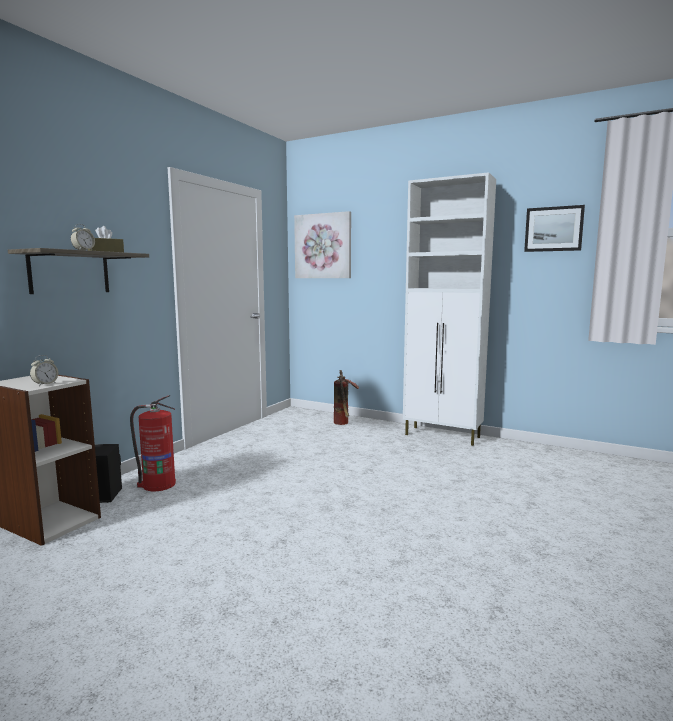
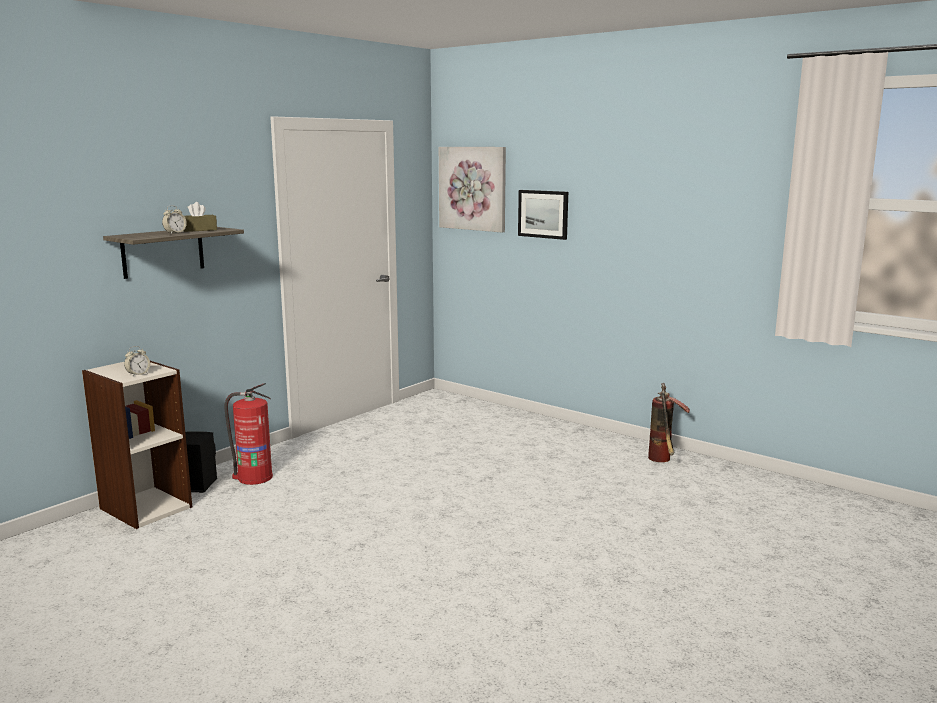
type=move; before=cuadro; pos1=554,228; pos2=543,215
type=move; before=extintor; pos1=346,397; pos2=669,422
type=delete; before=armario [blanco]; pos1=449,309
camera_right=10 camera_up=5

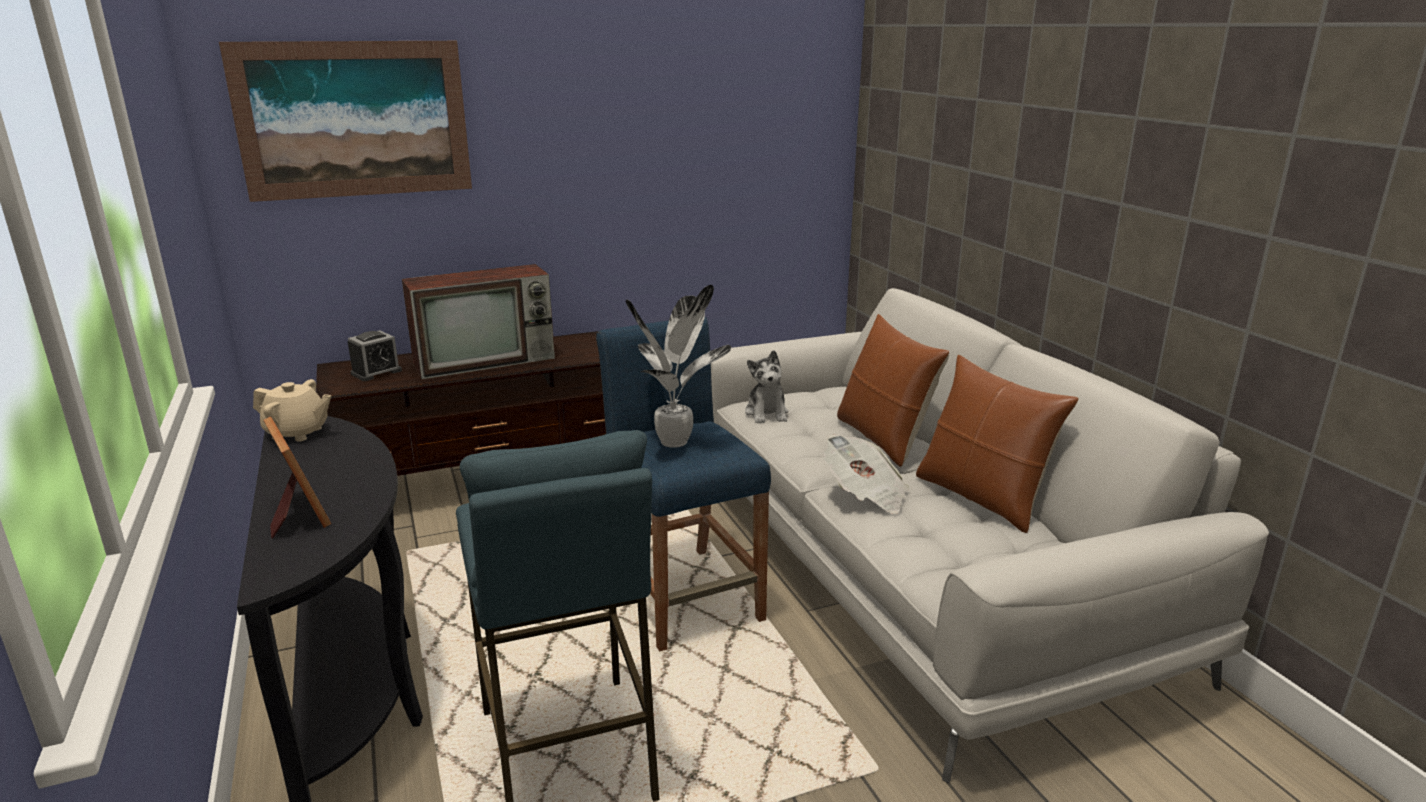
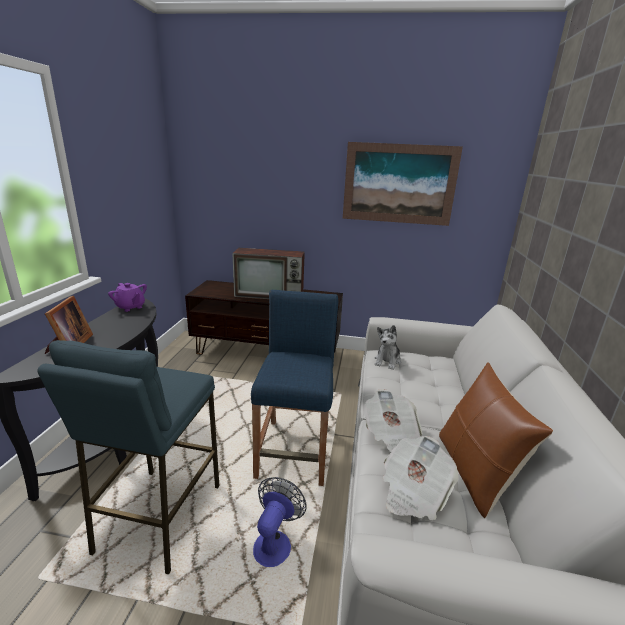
type=recolor; before=tetera [beis]; after=tetera [morado]; pos1=292,410; pos2=127,297
type=insert; after=ventilador; pos2=280,522
type=move; before=cuadro; pos1=345,121; pos2=403,184
type=insert; after=periódico; pos2=421,478
type=delete; before=despertador; pos1=375,355
type=delete; before=planta en maceta; pos1=678,366
type=delete; before=cojín [marrón]; pos1=893,390
camera_right=30 camera_up=0

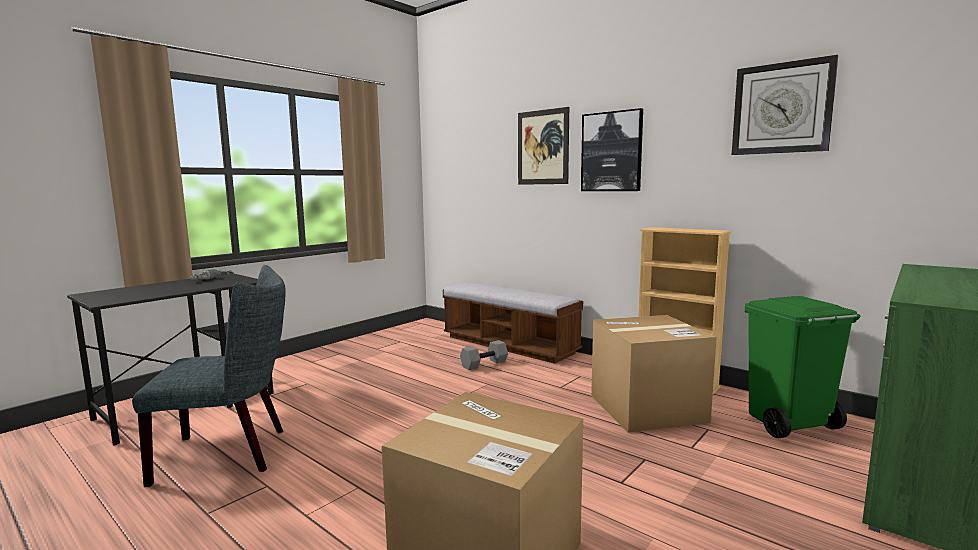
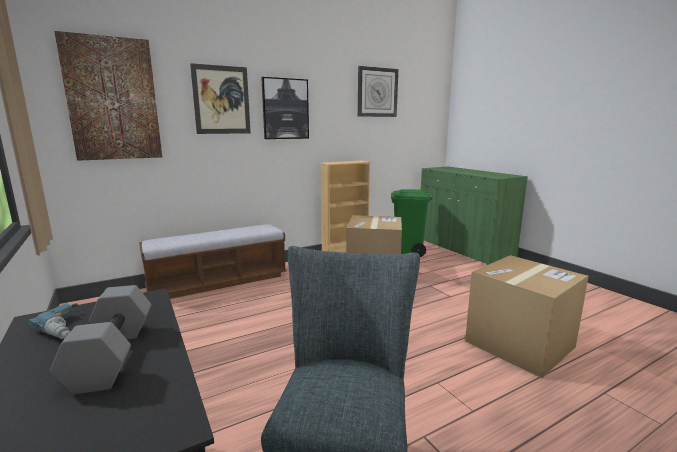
type=move; before=mancuerna [gris]; pos1=484,355; pos2=100,339
type=insert; after=cuadro; pos2=108,96
camera_right=-70 camera_up=5

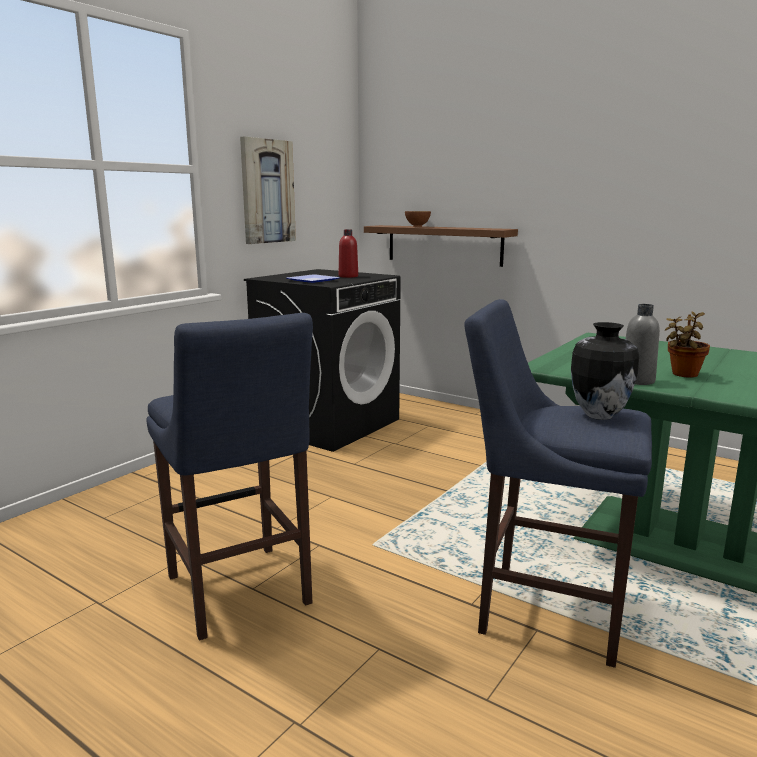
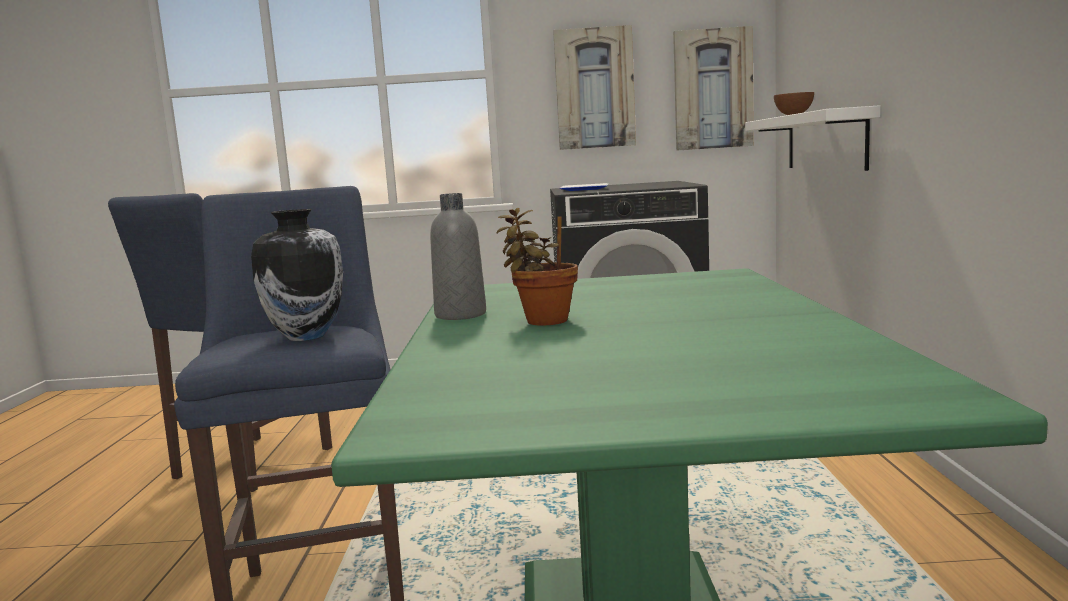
type=insert; after=cuadro; pos2=713,88
type=recolor; before=estante [marrón]; after=estante [blanco]; pos1=441,246; pos2=813,138
type=delete; before=botella [rojo]; pos1=348,253
camera_right=55 camera_up=-5

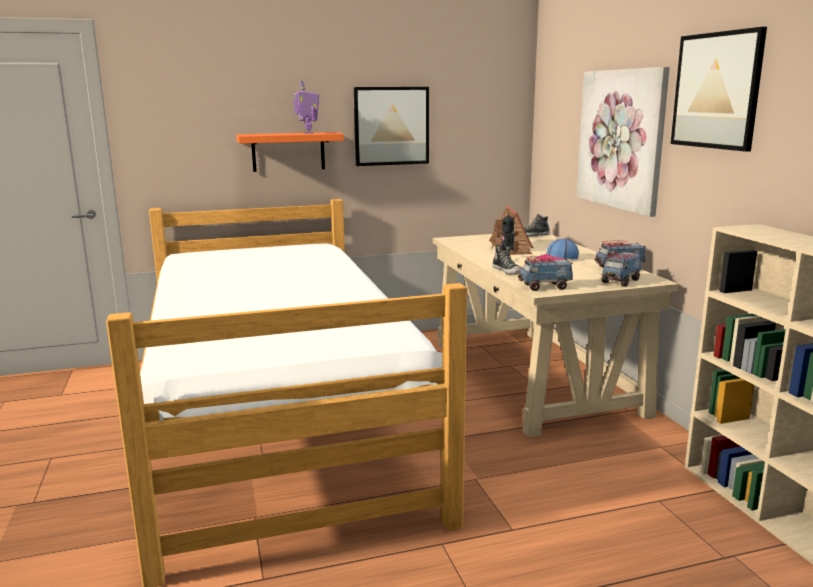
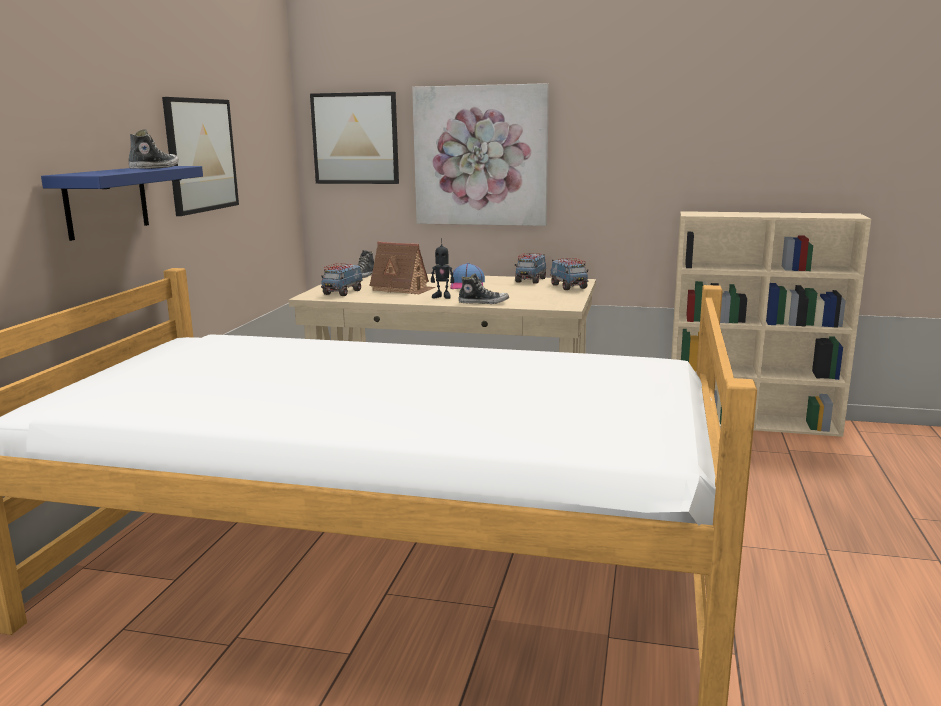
type=recolor; before=estante [naranja]; after=estante [azul]; pos1=290,152; pos2=122,203
type=replace; before=robot de juguete; after=zapato; pos1=306,107; pos2=153,149
type=move; before=cuadro; pos1=719,89; pos2=354,138
type=move; before=camión de juguete; pos1=545,273; pos2=342,279
camera_right=-60 camera_up=0

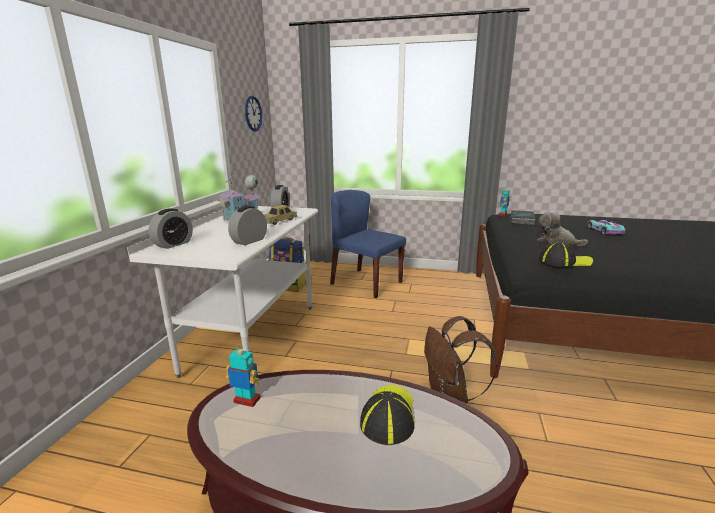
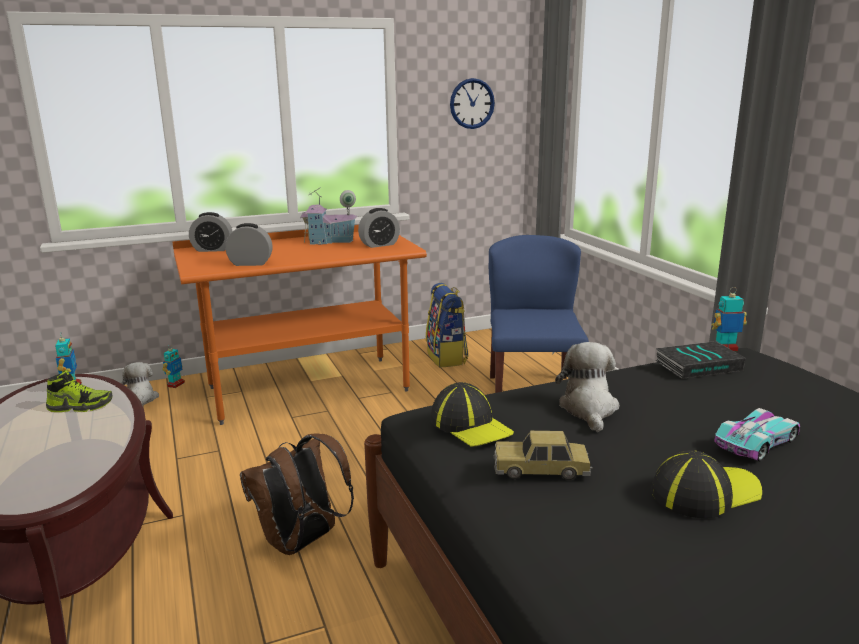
type=insert; after=zapato; pos2=79,391
type=insert; after=peluche; pos2=140,384
type=insert; after=robot de juguete; pos2=173,366
type=recolor; before=escritorio [blanco]; after=escritorio [naranja]; pos1=222,292; pos2=299,325
type=move; before=coche de juguete; pos1=280,215; pos2=543,455
type=move; before=gorra; pos1=387,415; pos2=706,484
camera_right=55 camera_up=0

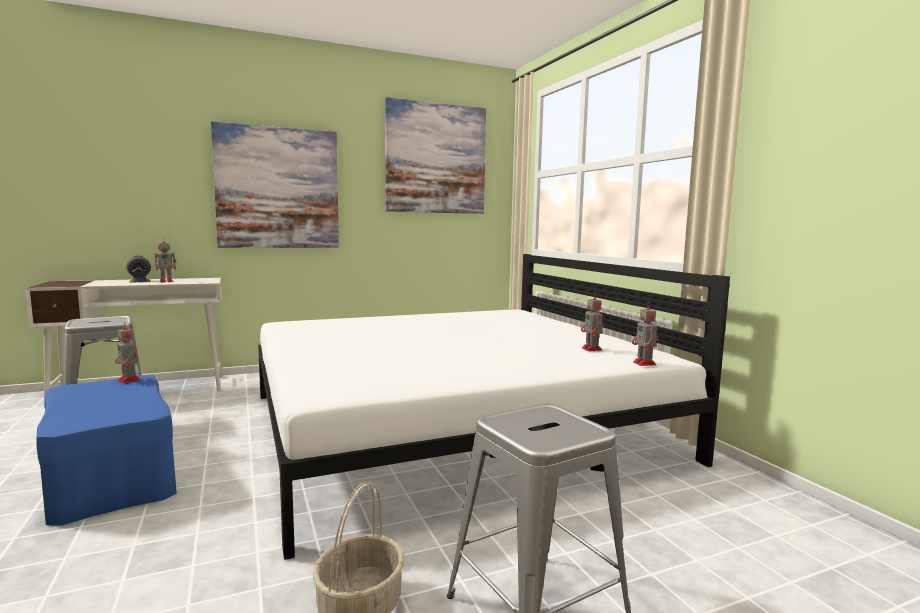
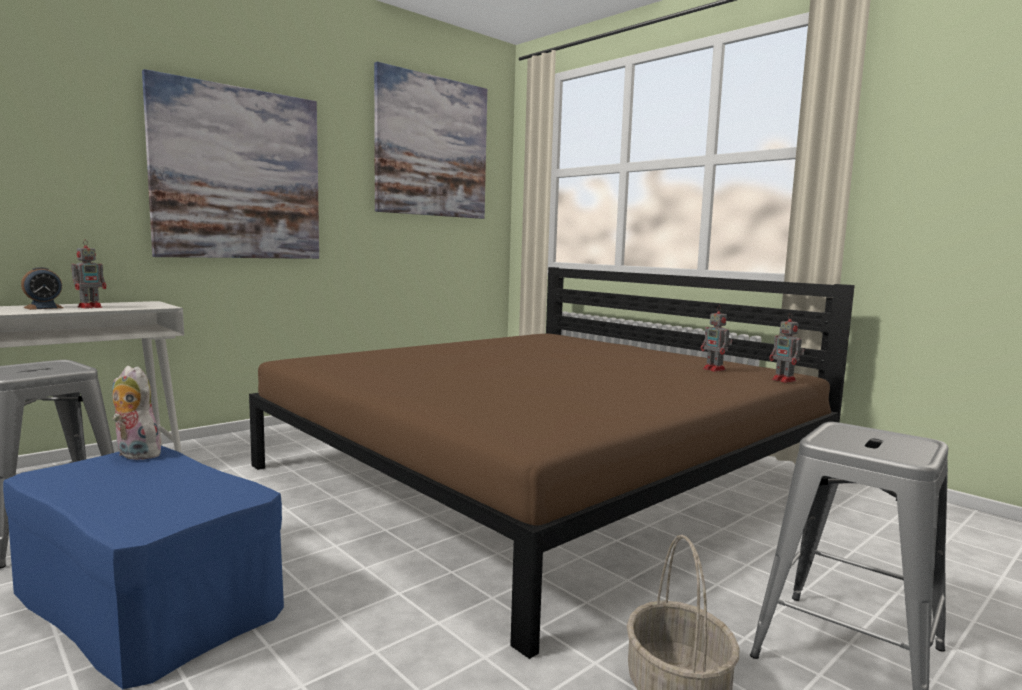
type=replace; before=robot de juguete; after=peluche; pos1=127,352; pos2=136,413
type=recolor; before=cama [blanco]; after=cama [marrón]; pos1=494,407; pos2=552,463
camera_right=-20 camera_up=0

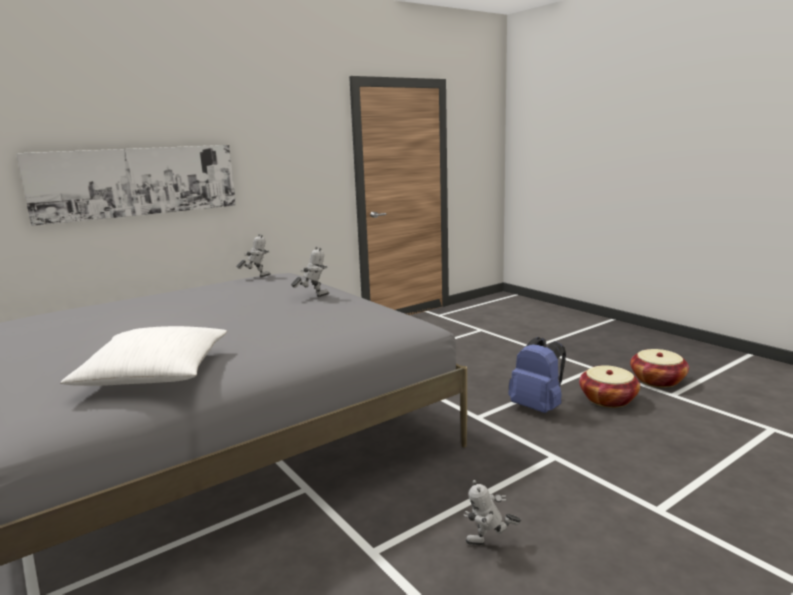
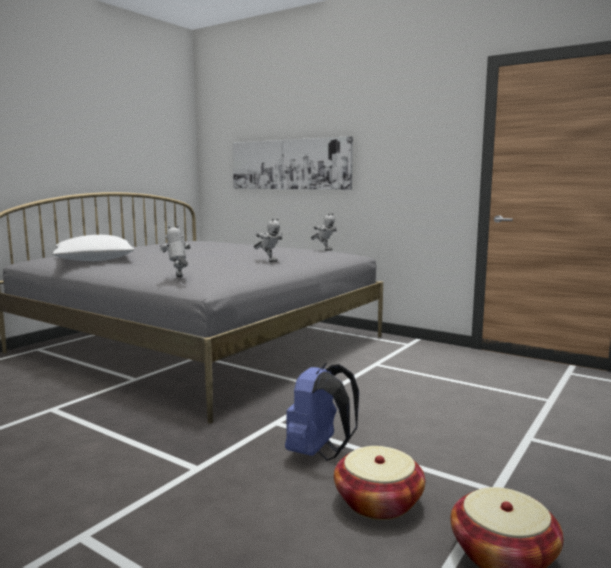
type=move; before=robot de juguete; pos1=492,512; pos2=175,251
camera_right=70 camera_up=-5

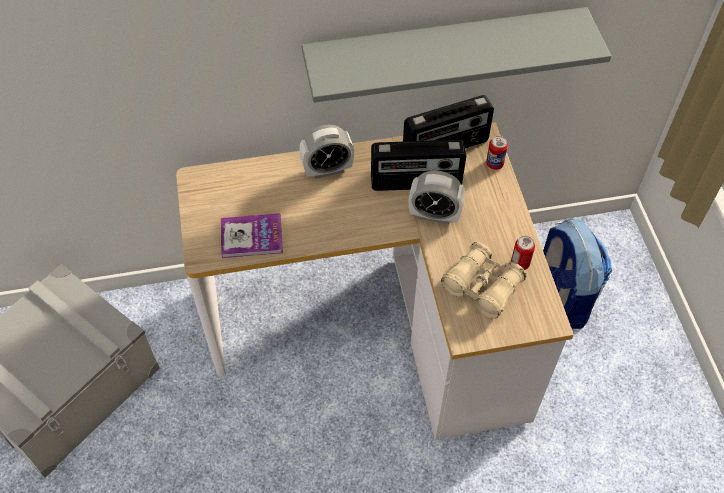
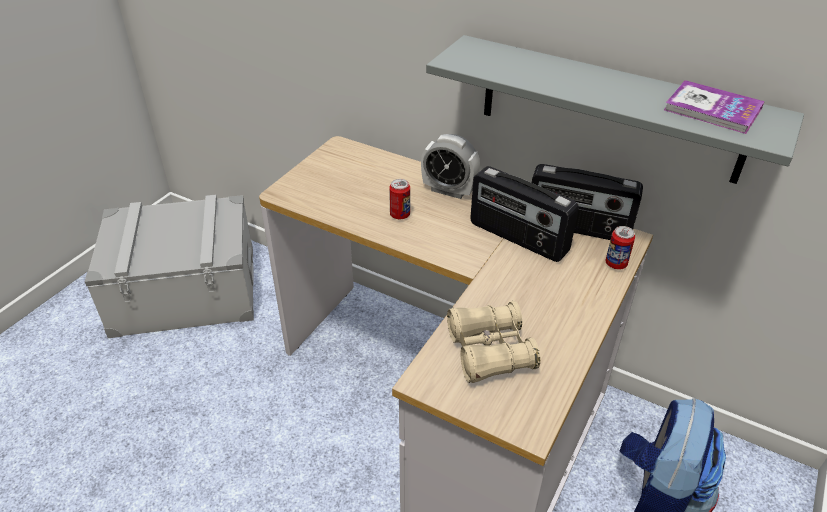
type=move; before=lata; pos1=523,253; pos2=399,199
type=move; before=libro; pos1=252,235; pos2=714,107
type=delete; before=despertador; pos1=436,197
camera_right=40 camera_up=-15

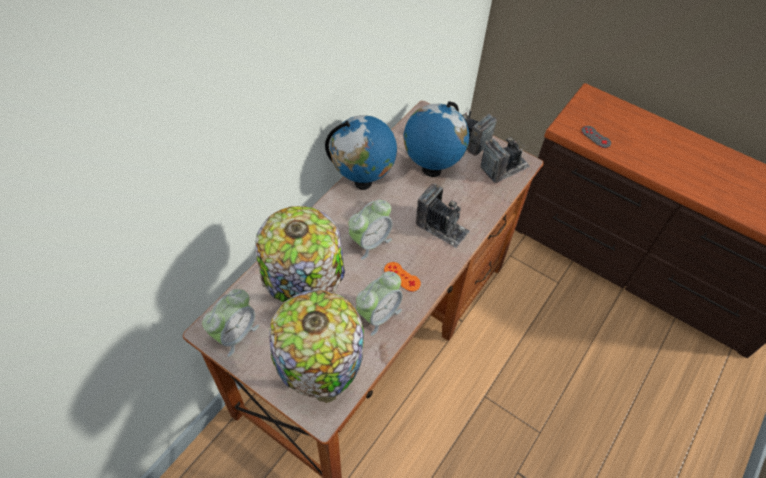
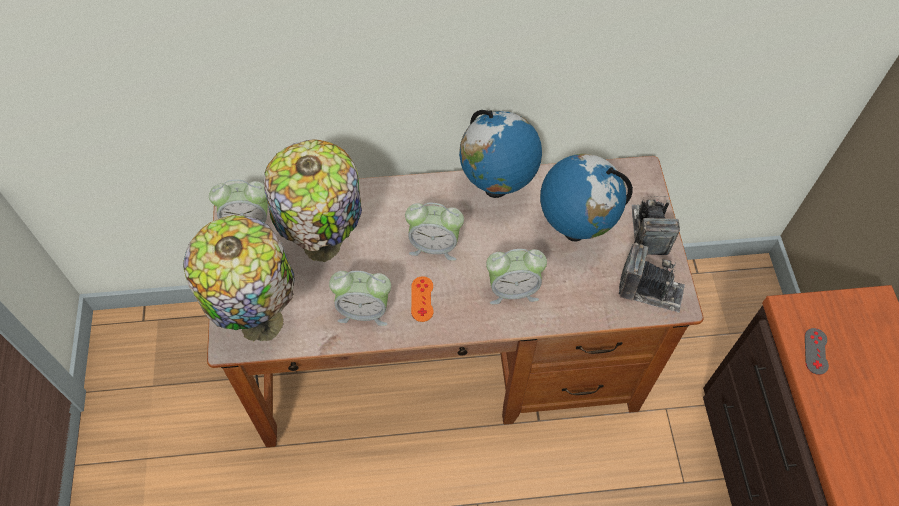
type=replace; before=cámara; after=despertador; pos1=443,215; pos2=516,276
camera_right=50 camera_up=5

